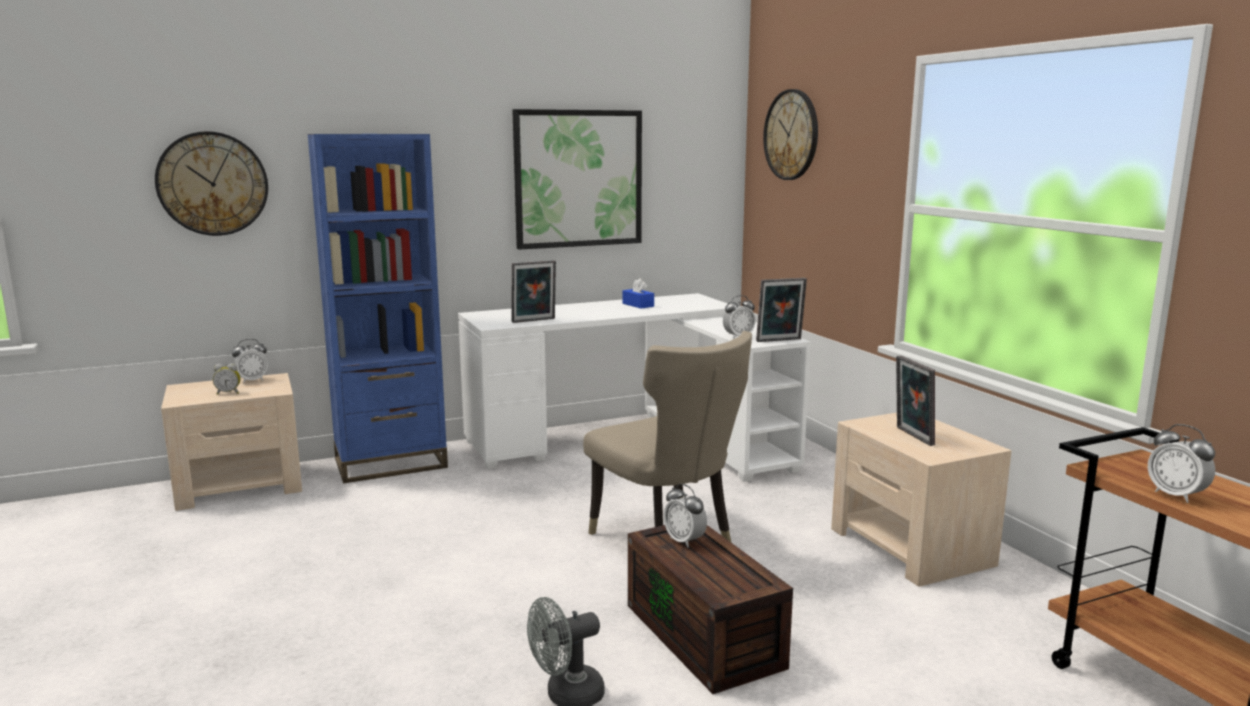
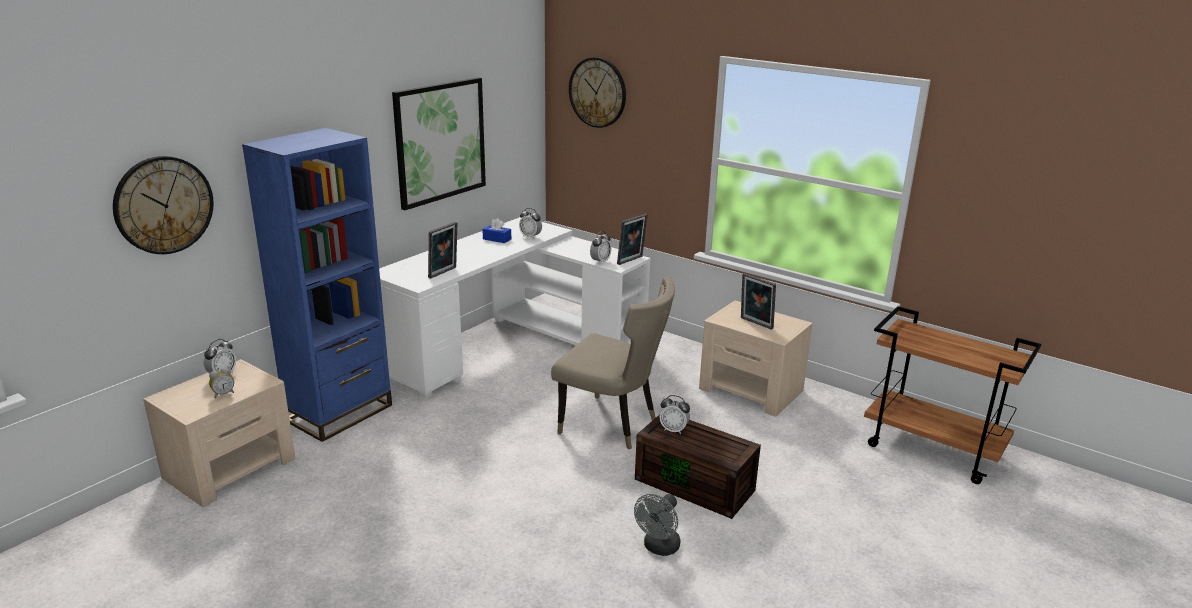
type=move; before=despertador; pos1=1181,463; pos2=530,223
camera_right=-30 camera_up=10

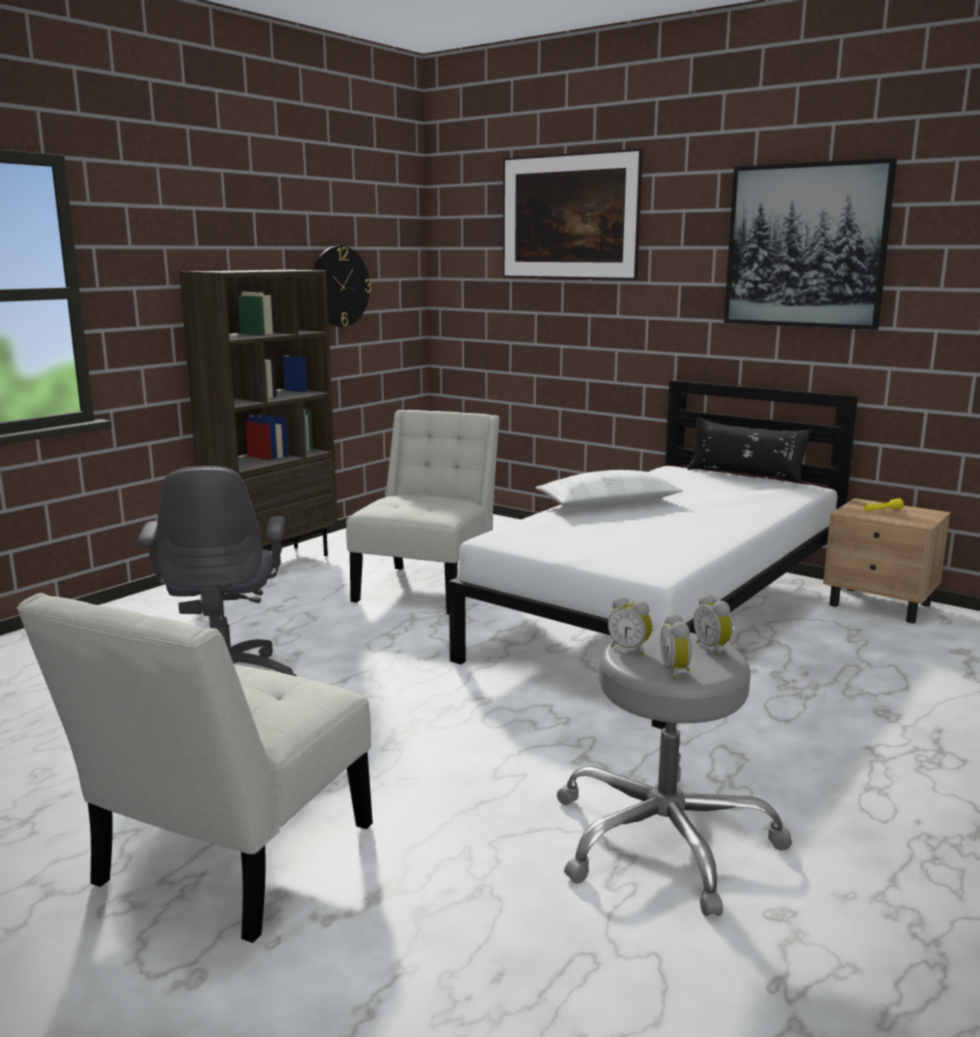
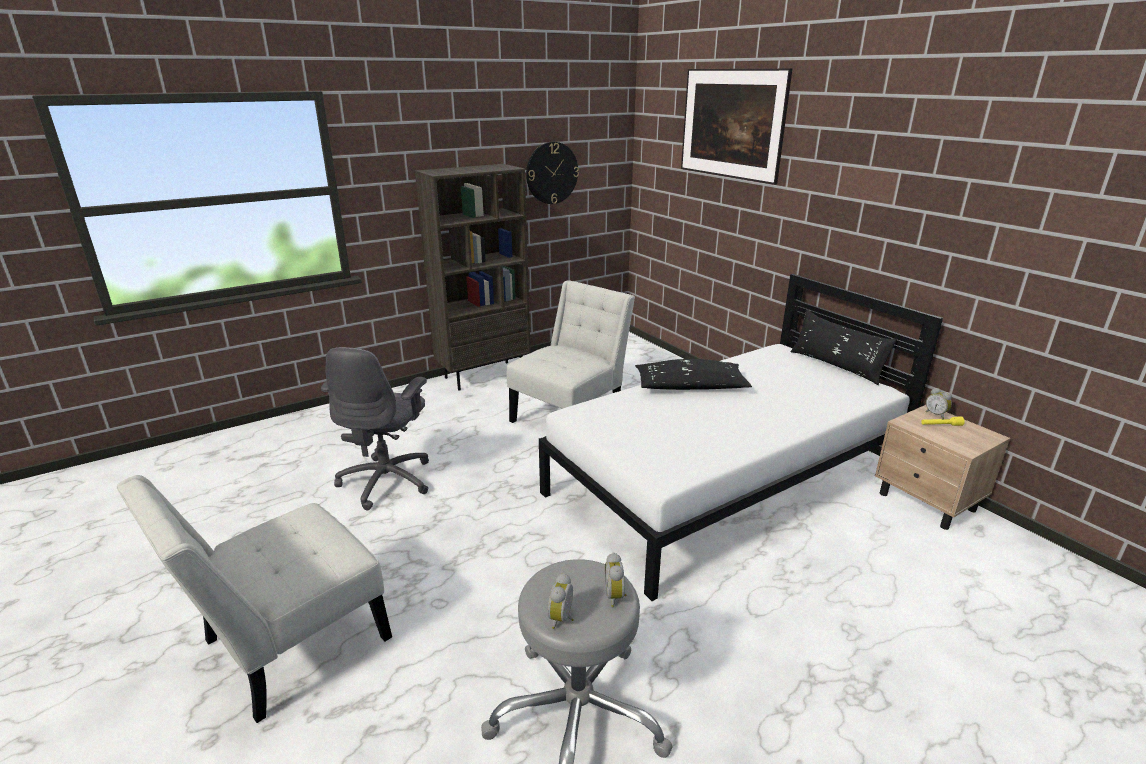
type=recolor; before=cojín [blanco]; after=cojín [negro]; pos1=609,489; pos2=693,374
type=move; before=despertador; pos1=630,625; pos2=938,403
type=delete; before=cuadro; pos1=810,244
camera_right=20 camera_up=10

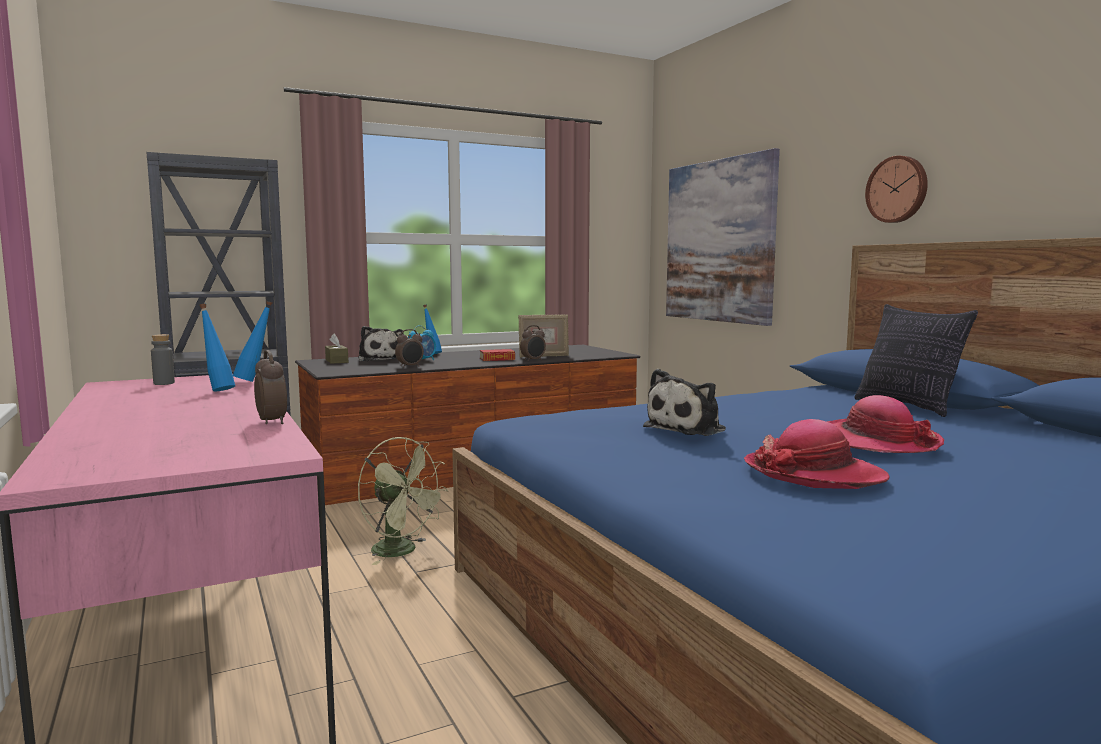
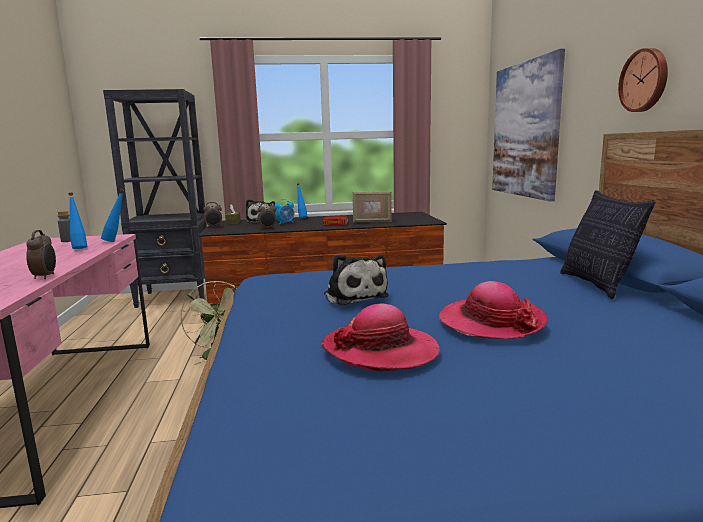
type=move; before=despertador; pos1=533,343; pos2=212,214
type=rotate; before=peluche; pos1=684,402; pos2=356,280; turn=-90
camera_right=20 camera_up=5

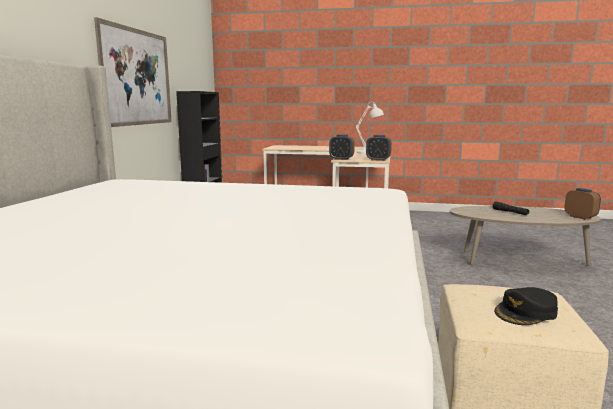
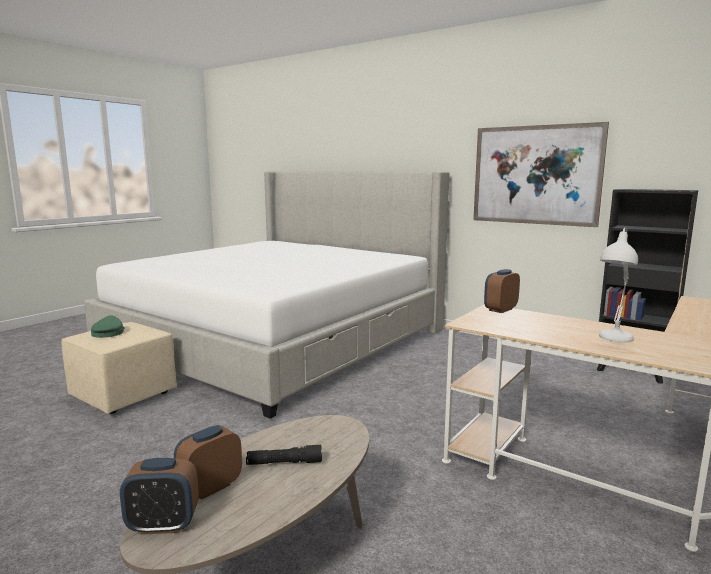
type=recolor; before=gorra [negro]; after=gorra [verde]; pos1=526,306; pos2=108,326
type=move; before=despertador; pos1=379,148; pos2=208,462
camera_right=115 camera_up=0

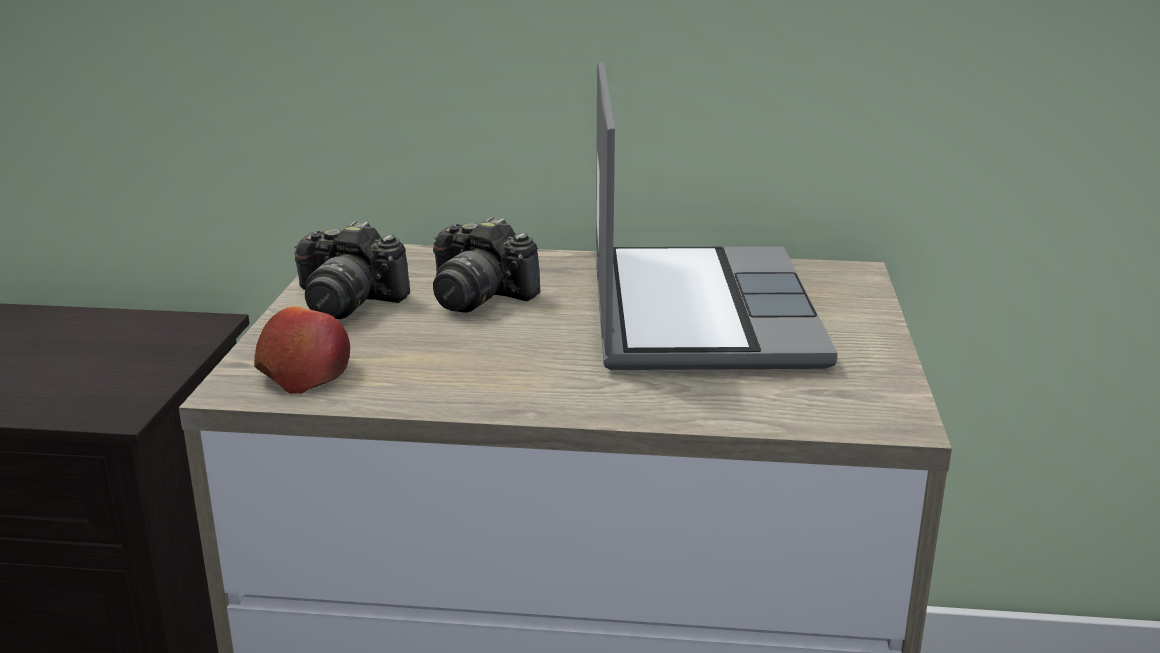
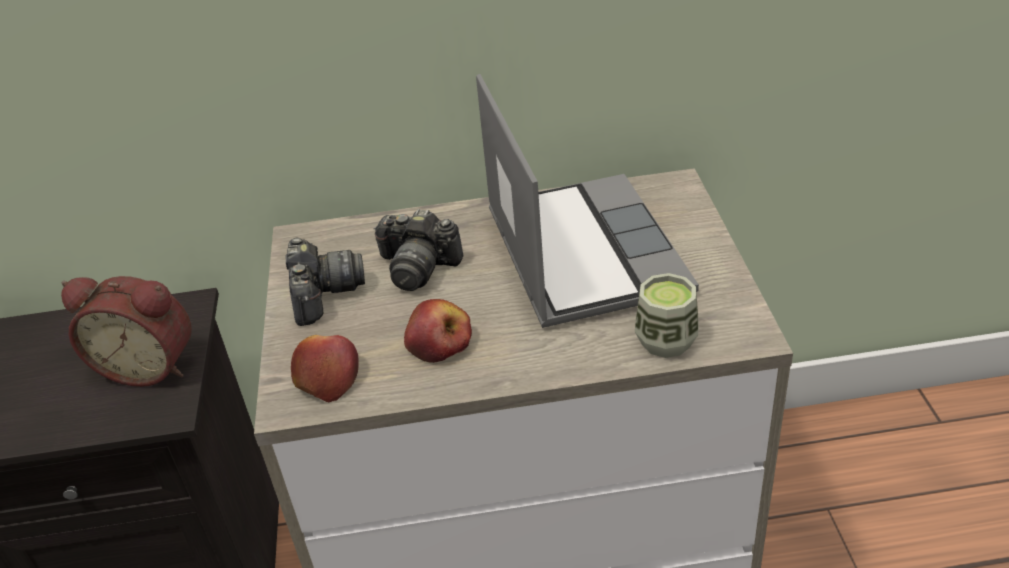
type=insert; after=despertador; pos2=126,331
type=rotate; before=cámara; pos1=352,270; pos2=325,282; turn=-105
type=insert; after=manzana; pos2=438,331
type=insert; after=taza; pos2=666,315
camera_right=-10 camera_up=15

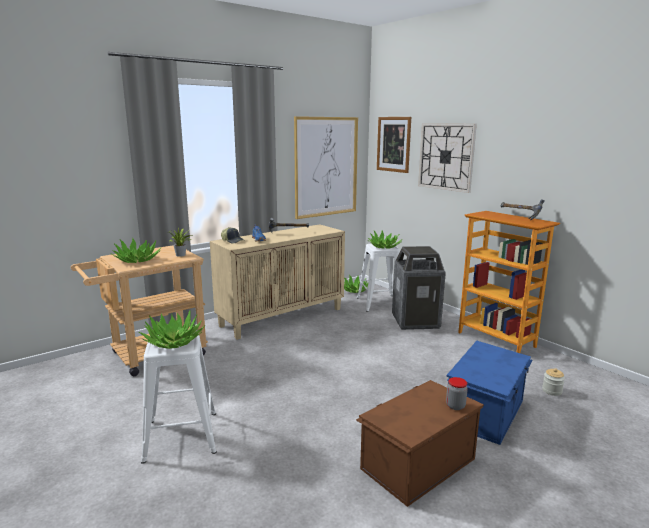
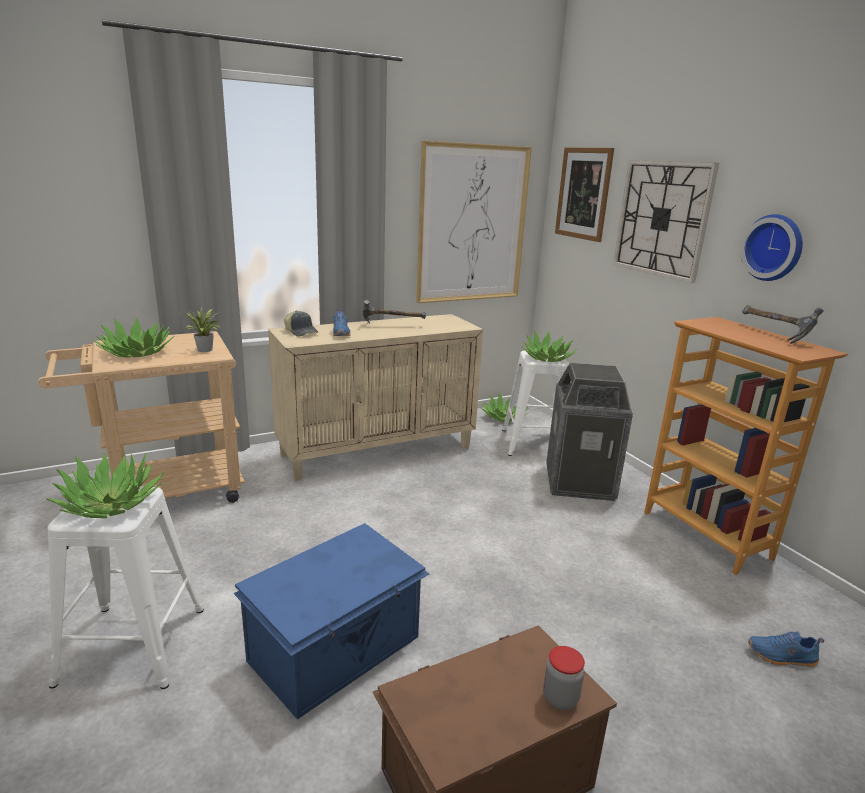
type=move; before=caja de almacenaje [azul]; pos1=489,393; pos2=331,621
type=insert; after=reloj de pared; pos2=771,247
type=replace; before=tarro; after=zapato [azul]; pos1=553,382; pos2=786,649
camera_right=10 camera_up=5

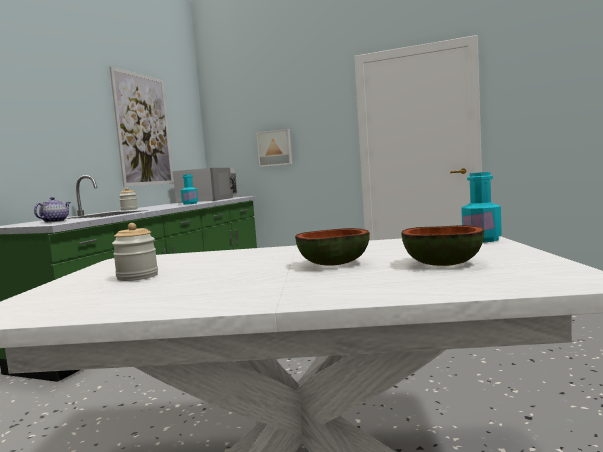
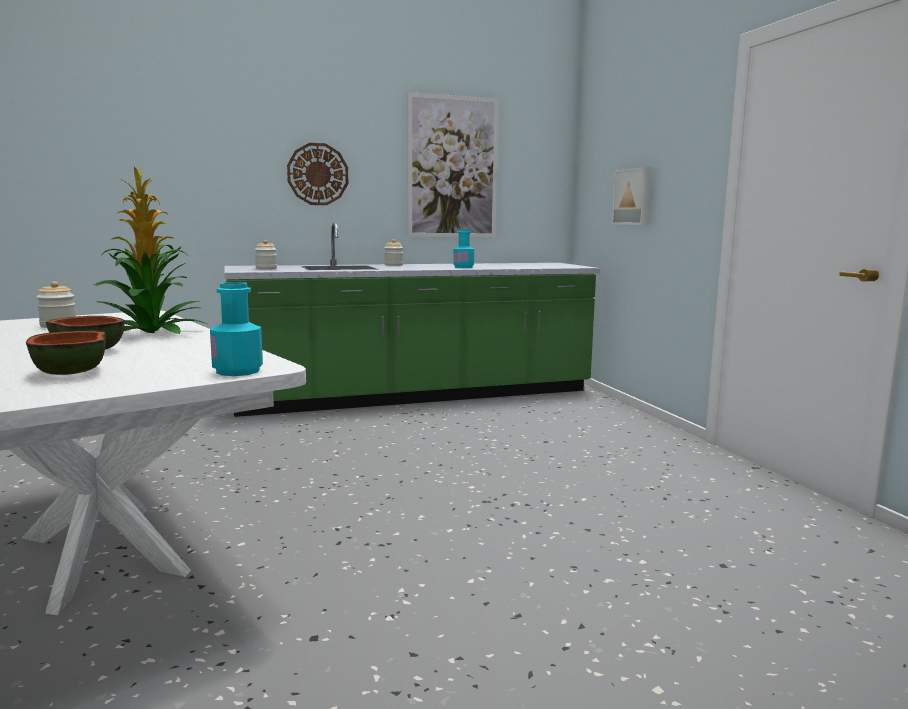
type=insert; after=planta en maceta; pos2=150,250
type=replace; before=tetera; after=tarro; pos1=52,210; pos2=266,254
type=insert; after=reloj de pared; pos2=317,174
type=delete; before=microondas [blanco]; pos1=205,185
camera_right=50 camera_up=5

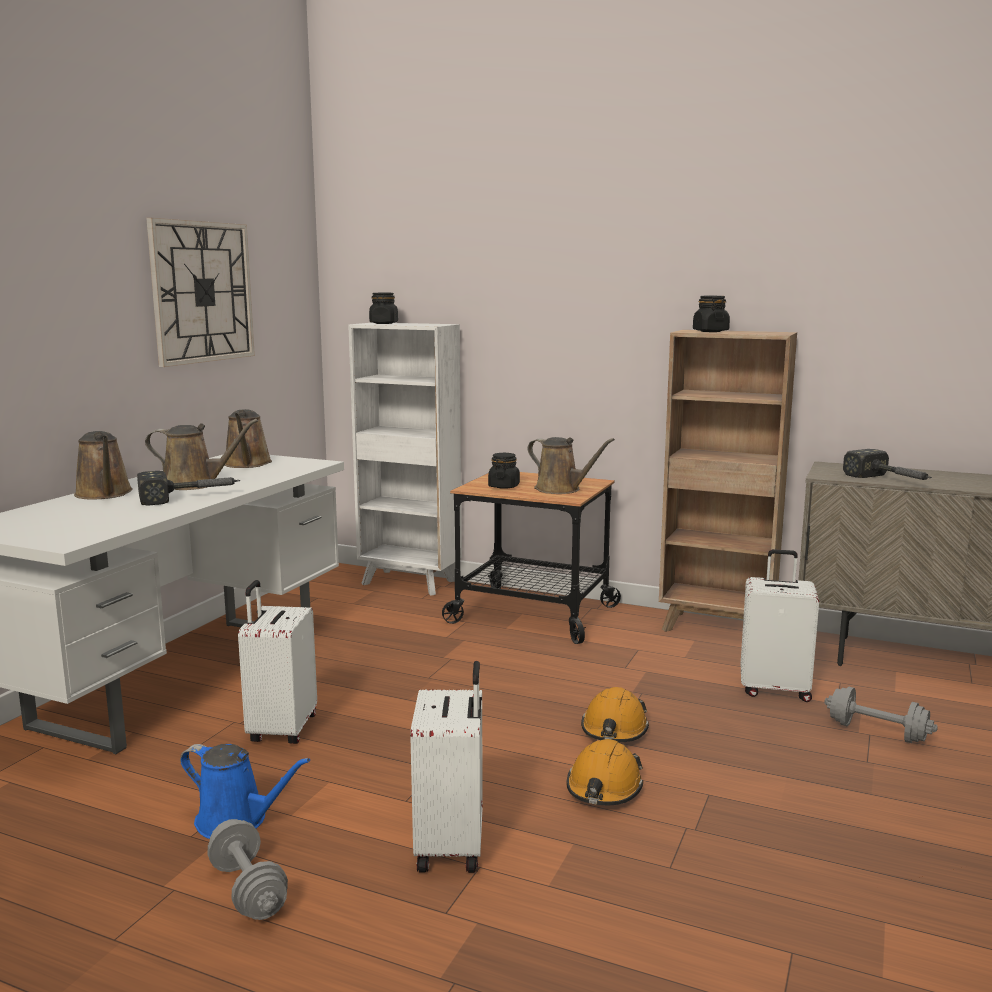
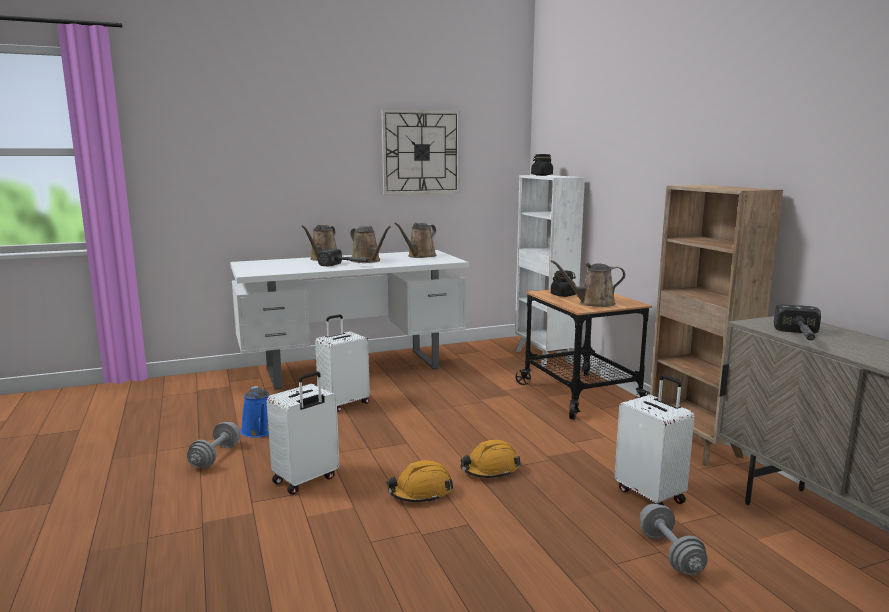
type=rotate; before=regadera [marrón]; pos1=571,465; pos2=588,283; turn=90
type=delete; before=tarro [negro]; pos1=711,314
camera_right=45 camera_up=0

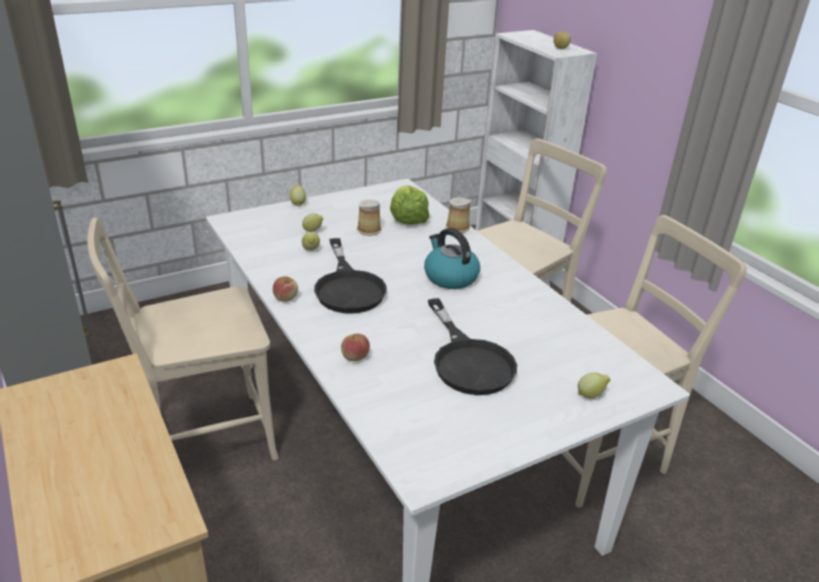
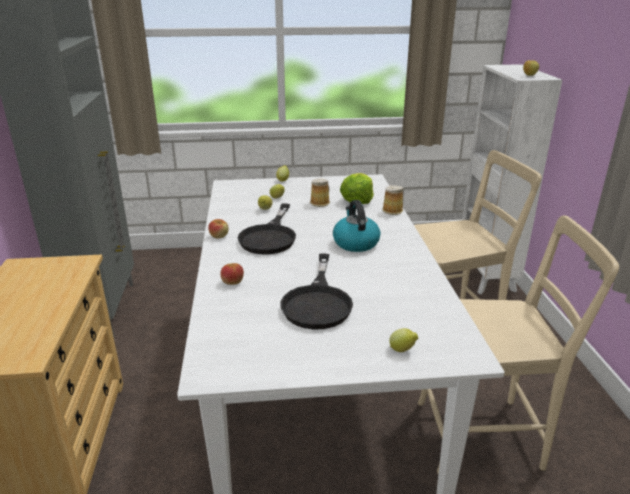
type=delete; before=silla [beis]; pos1=183,339
camera_right=25 camera_up=-5

